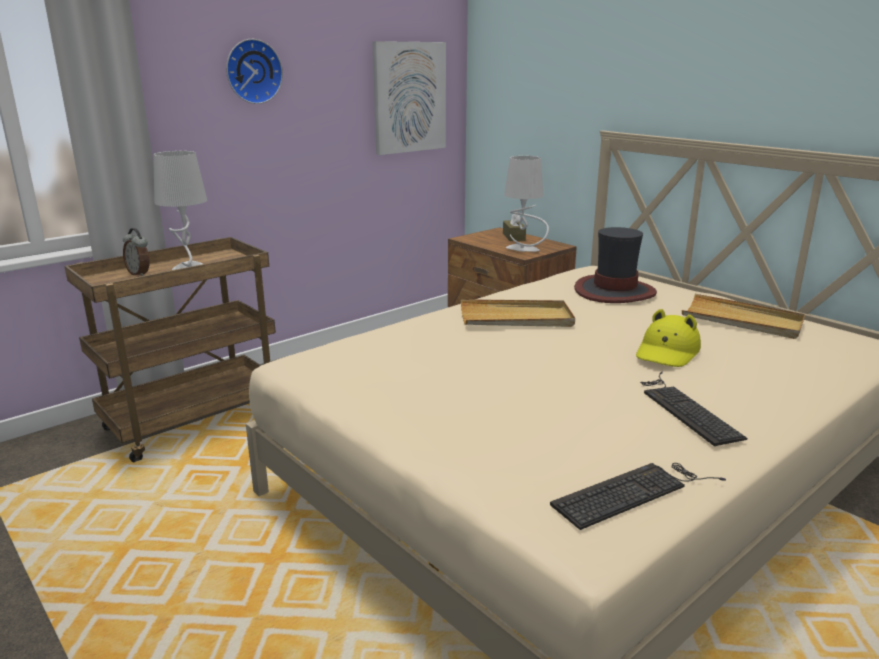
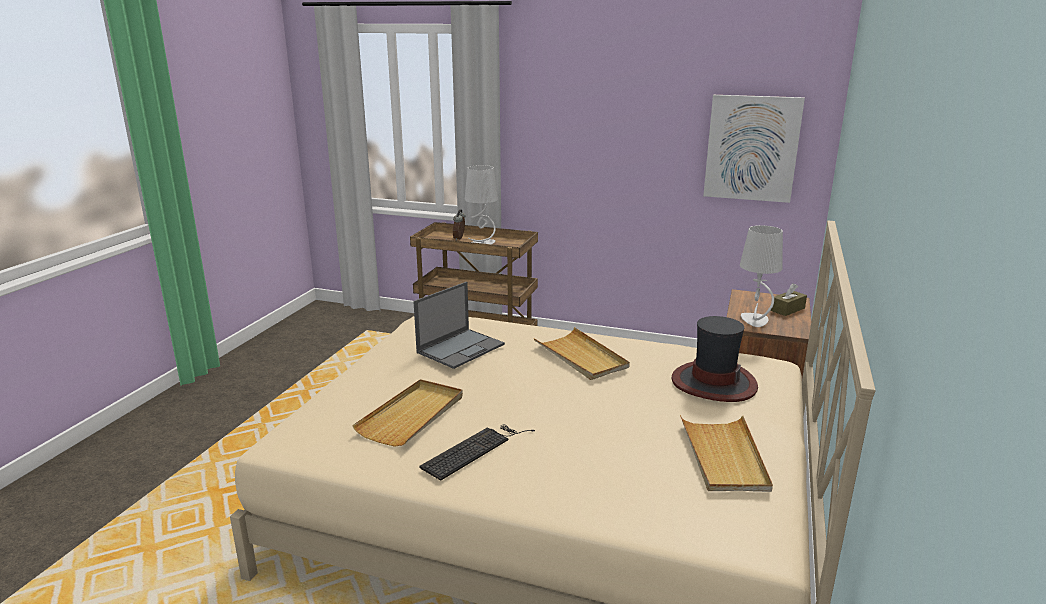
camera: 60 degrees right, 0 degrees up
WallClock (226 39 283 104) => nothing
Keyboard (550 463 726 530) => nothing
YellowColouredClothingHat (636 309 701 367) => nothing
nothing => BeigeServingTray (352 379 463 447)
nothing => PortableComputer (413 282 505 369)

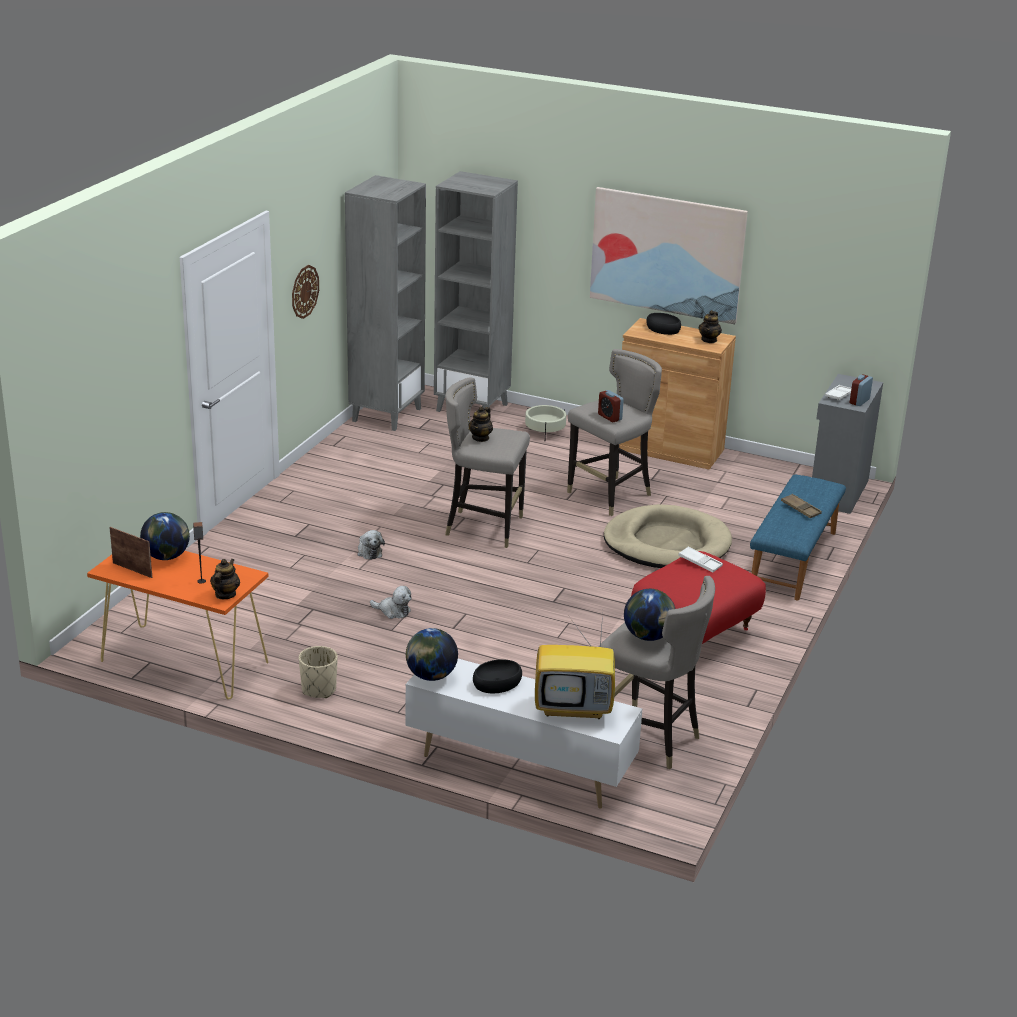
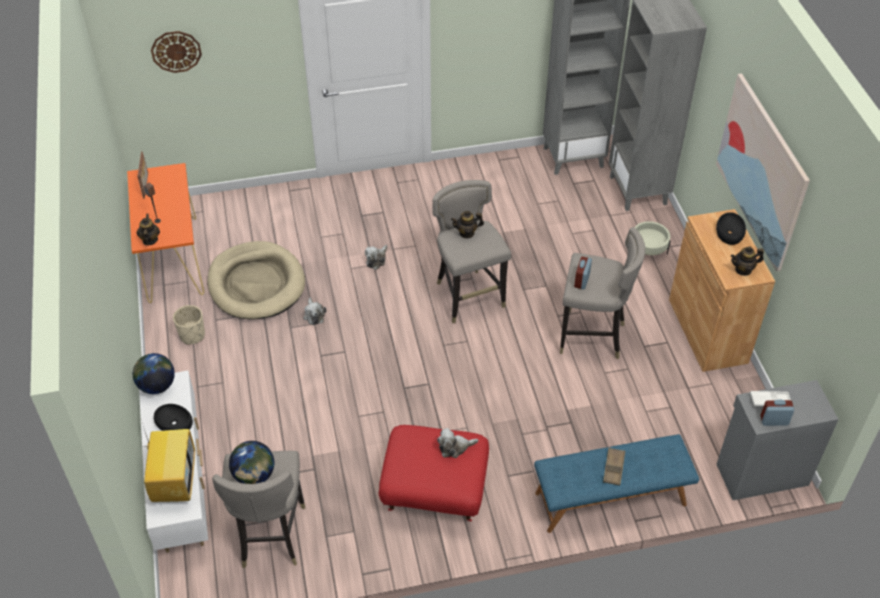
camera: 55 degrees right, 20 degrees up
Globe (140 512 190 560) => nothing
Teapot (210 559 240 599) => Teapot (137 214 160 245), 75 degrees counterclockwise
WallClock (292 265 319 319) => WallClock (151 31 202 73), relocated
TvSet (535 614 615 719) => TvSet (142 423 195 502), 150 degrees counterclockwise
BeigeDogCushion (604 504 732 568) => BeigeDogCushion (207 241 305 320), relocated
WhiteColouredServingTray (678 546 723 572) => SoftToy (437 428 478 458)

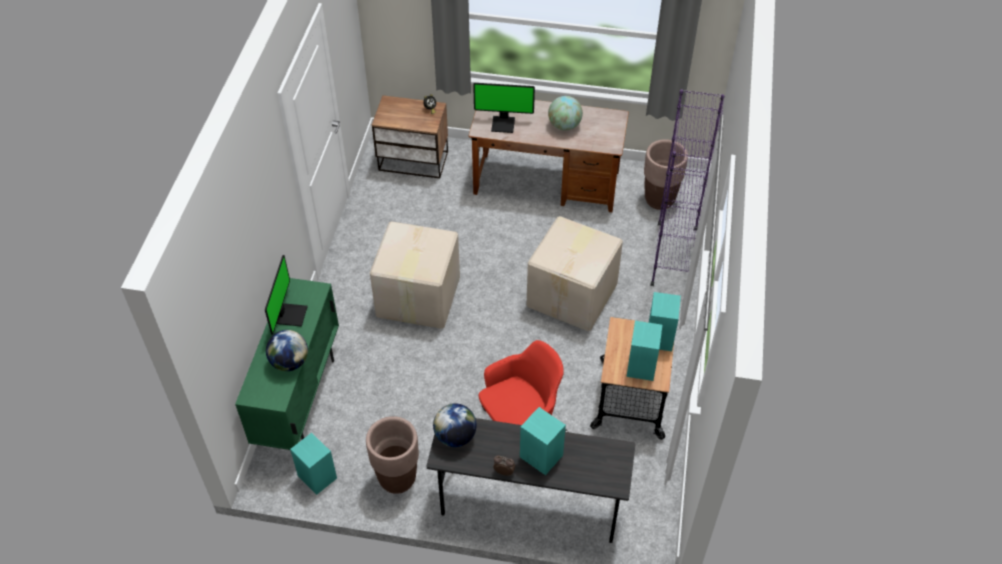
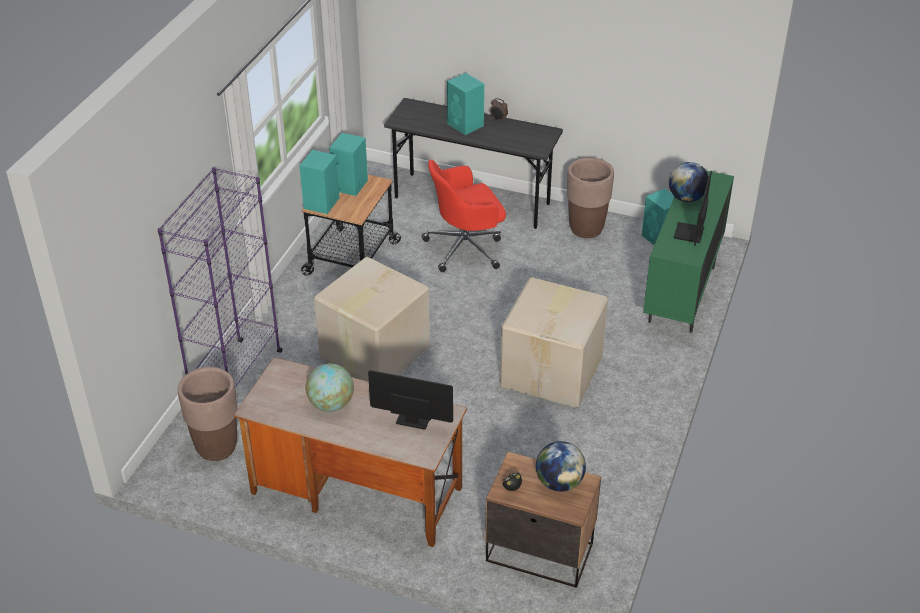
camera: 170 degrees left, 10 degrees down
Globe (433 403 477 447) => Globe (536 441 586 492), relocated

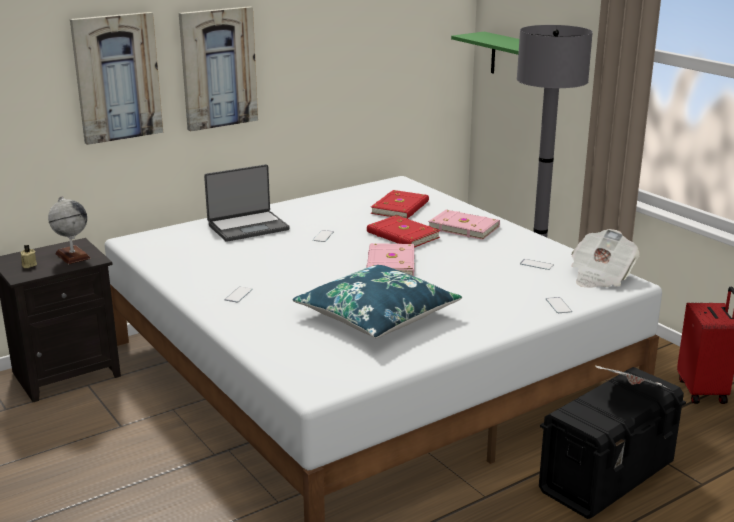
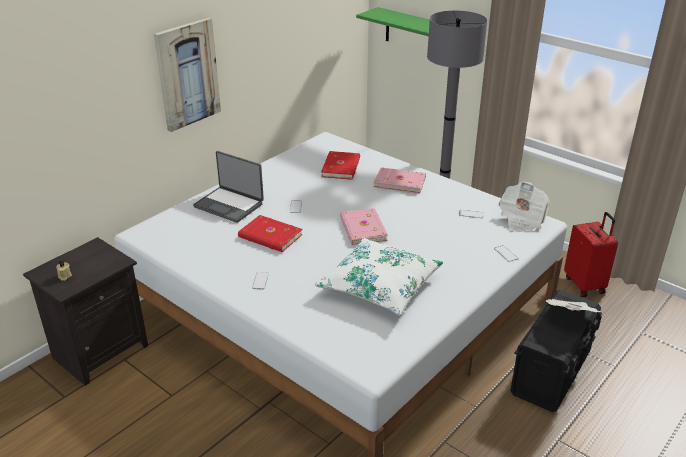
camera: 15 degrees left, 10 degrees up
Globe (48 196 91 264) => nothing
WallPicture (70 12 163 145) => nothing
PortableComputer (204 164 290 242) => PortableComputer (193 151 264 223), 75 degrees clockwise
BluePillow (292 265 462 338) => WhiteColouredPillow (315 238 443 316)
ReddishBook (367 215 440 247) => ReddishBook (238 215 303 252), relocated

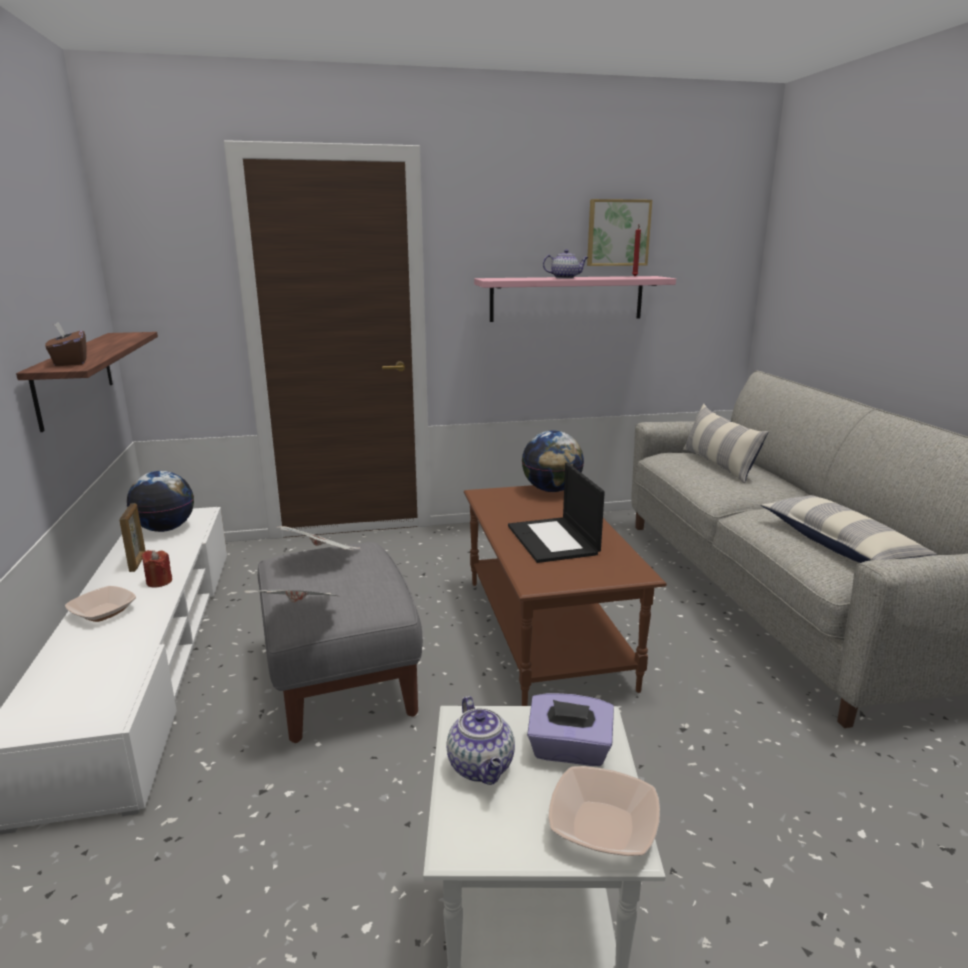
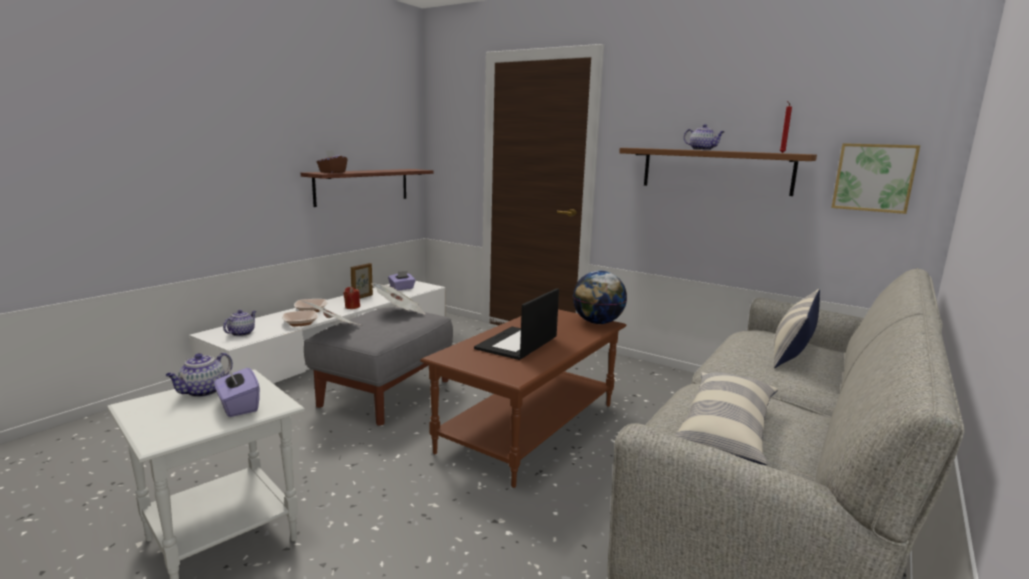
camera: 45 degrees right, 5 degrees down
Globe (127 471 194 532) => PurpleTissueHolder (388 271 416 291)
PinkShelf (474 276 676 322) => BrownColouredShelf (619 148 817 196)
DeepDish (548 766 660 856) => DeepDish (282 310 318 327), relocated
WallPicture (587 199 652 266) => WallPicture (831 143 920 214), relocated
nothing => Teapot (223 310 256 336)

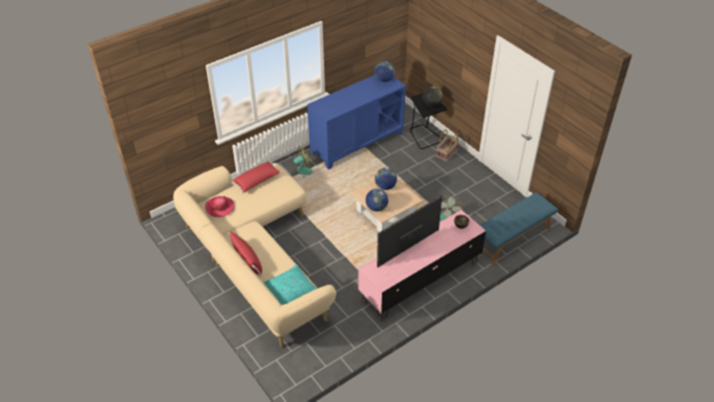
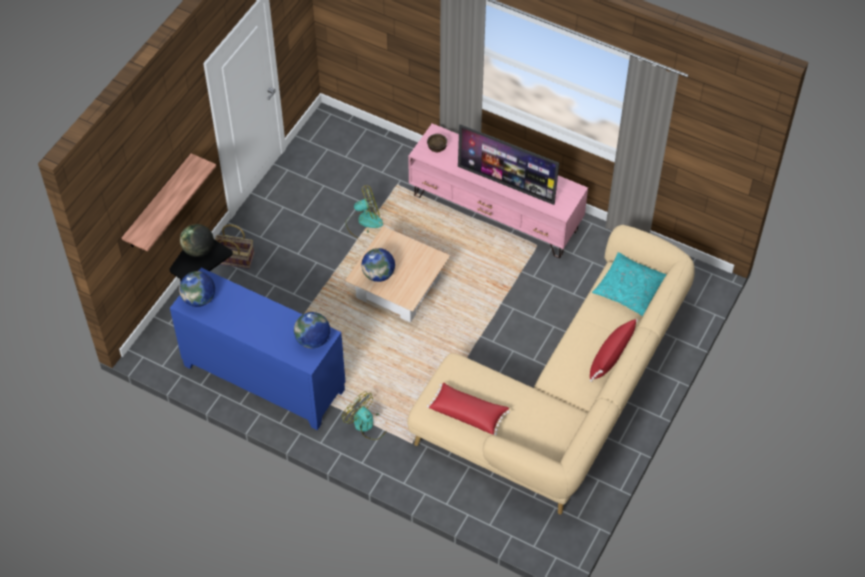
camera: 115 degrees left, 10 degrees up
ClothingHat (205 196 235 217) => nothing
Globe (366 189 388 211) => Globe (294 312 330 348), relocated
BlueLongSeat (480 193 558 265) => nothing
nothing => Shelf (122 153 216 251)

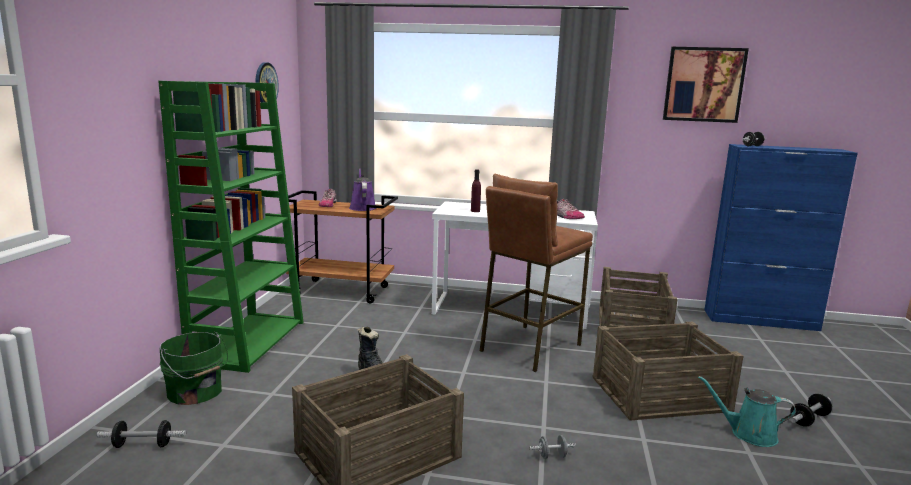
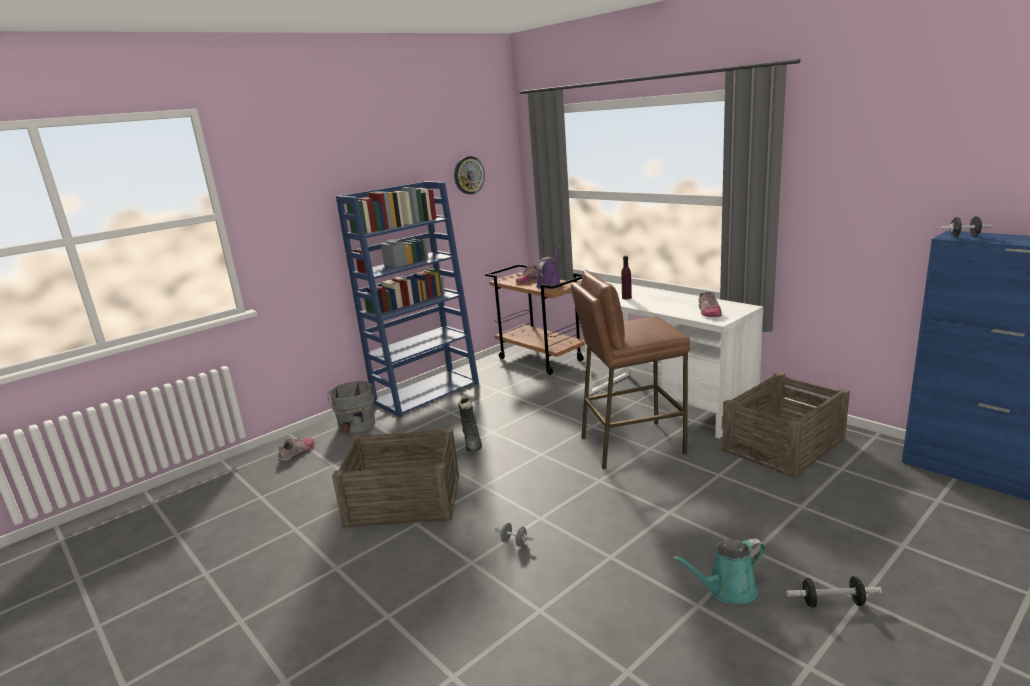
camera: 40 degrees right, 5 degrees up
FreeWeight (96 420 186 448) => ItemOfFootwear (278 437 314 462)
GreenColouredBookshelf (158 81 304 373) => BlueBookshelf (336 181 479 418)
GreenColouredWaterBucket (160 332 228 405) => GreyishWaterBucket (327 381 375 433)
ShippingCrate (592 322 743 421) => nothing
WallPicture (663 47 749 123) => nothing
BlueGreenSprinklingCan (698 376 796 447) => BlueGreenSprinklingCan (673 538 766 604), 75 degrees counterclockwise

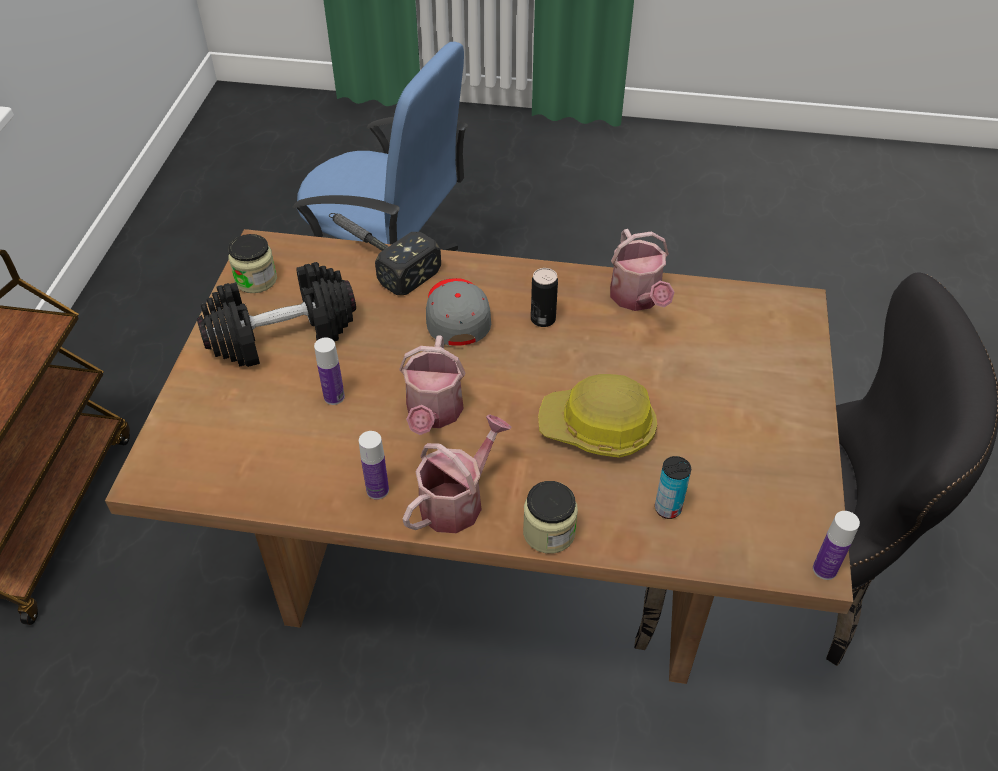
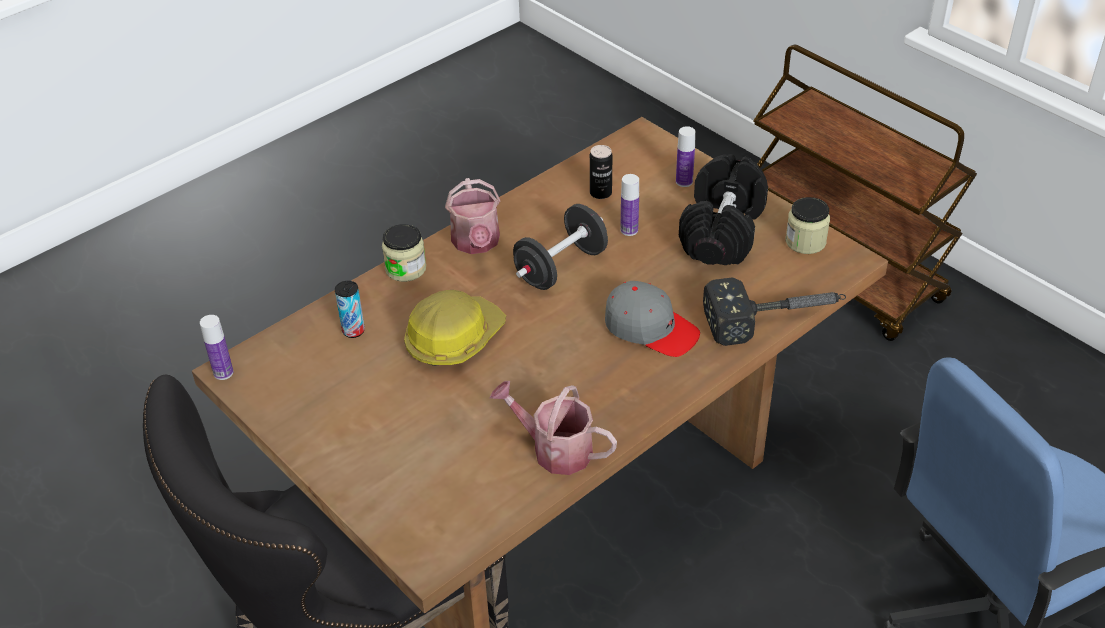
camera: 130 degrees right, 5 degrees down
BeverageBottle (359 431 389 500) => BeverageBottle (676 126 696 187), relocated
SprinklingCan (399 335 465 435) => BlackFreeWeight (513 204 608 290)
MetalCan (531 268 558 327) => MetalCan (590 145 612 199), relocated

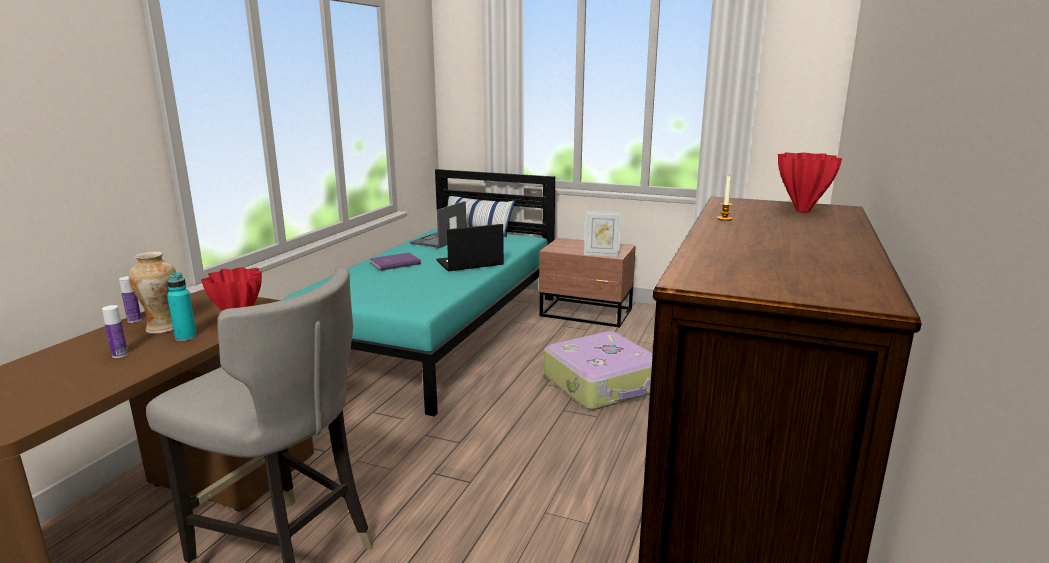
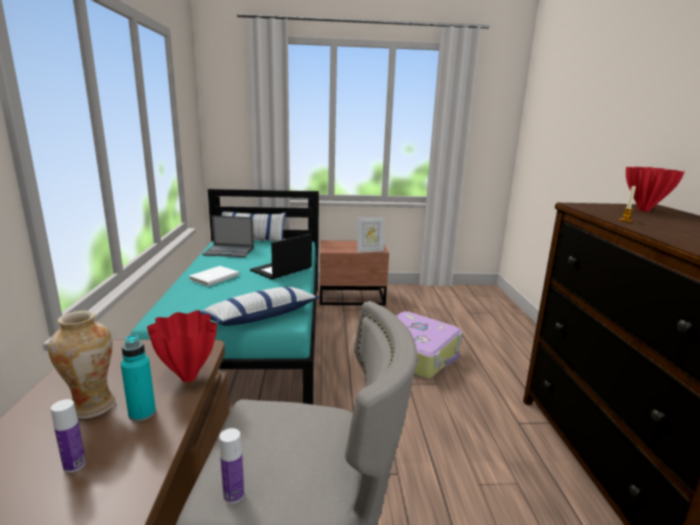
camera: 25 degrees left, 0 degrees up
BeverageBottle (119 276 142 323) => BeverageBottle (219 428 244 504), relocated
PurpleBook (370 253 421 271) => WhiteColouredBook (189 266 239 286)
PortableComputer (410 201 466 248) => PortableComputer (202 215 254 257), 90 degrees counterclockwise
nothing => Pillow (200 287 319 326)

